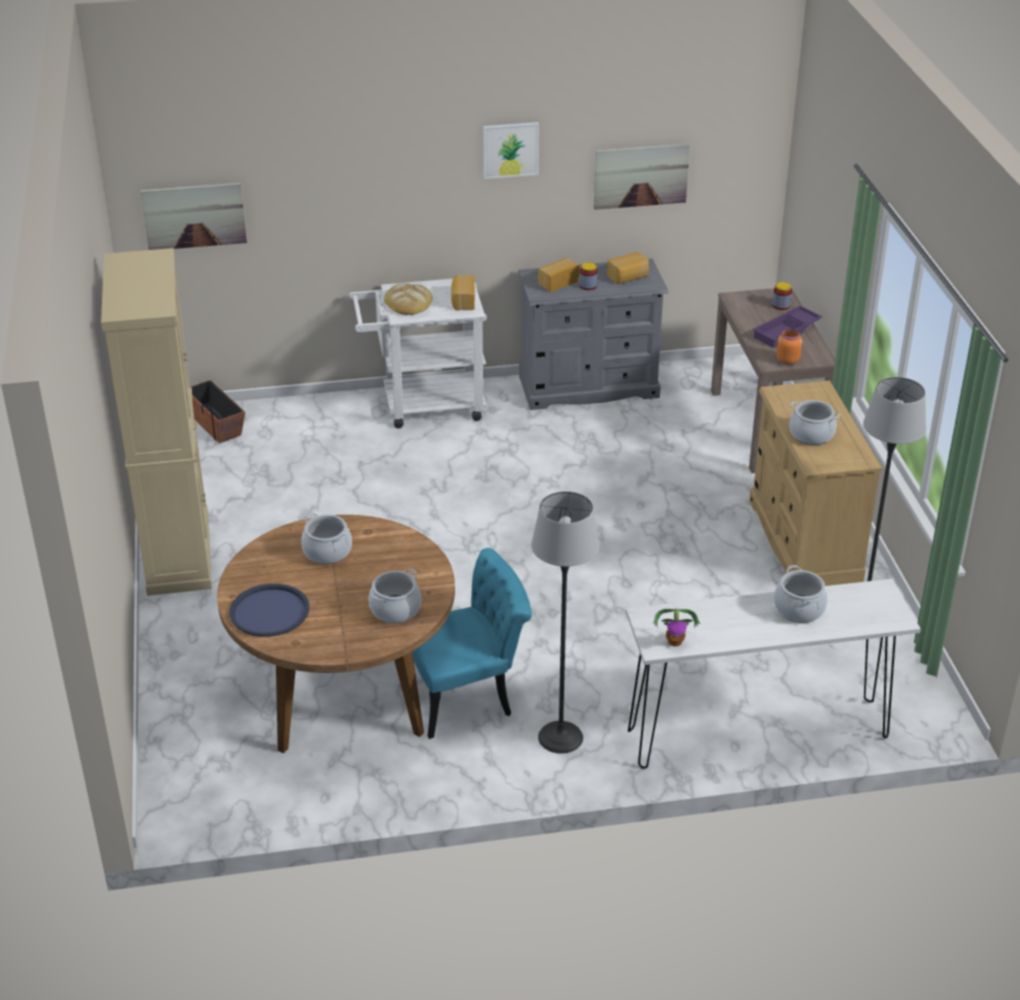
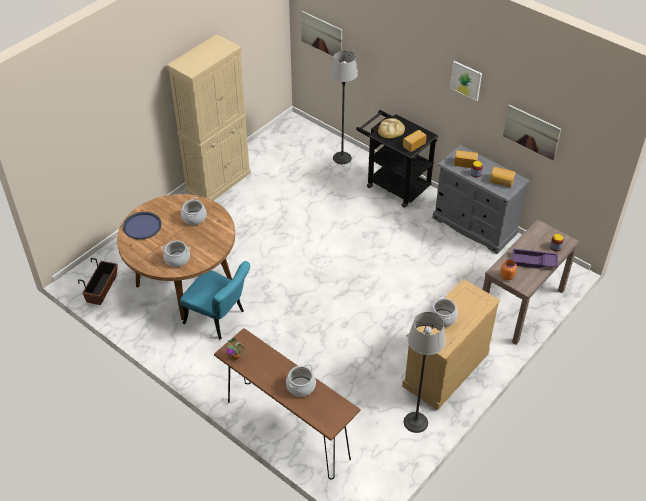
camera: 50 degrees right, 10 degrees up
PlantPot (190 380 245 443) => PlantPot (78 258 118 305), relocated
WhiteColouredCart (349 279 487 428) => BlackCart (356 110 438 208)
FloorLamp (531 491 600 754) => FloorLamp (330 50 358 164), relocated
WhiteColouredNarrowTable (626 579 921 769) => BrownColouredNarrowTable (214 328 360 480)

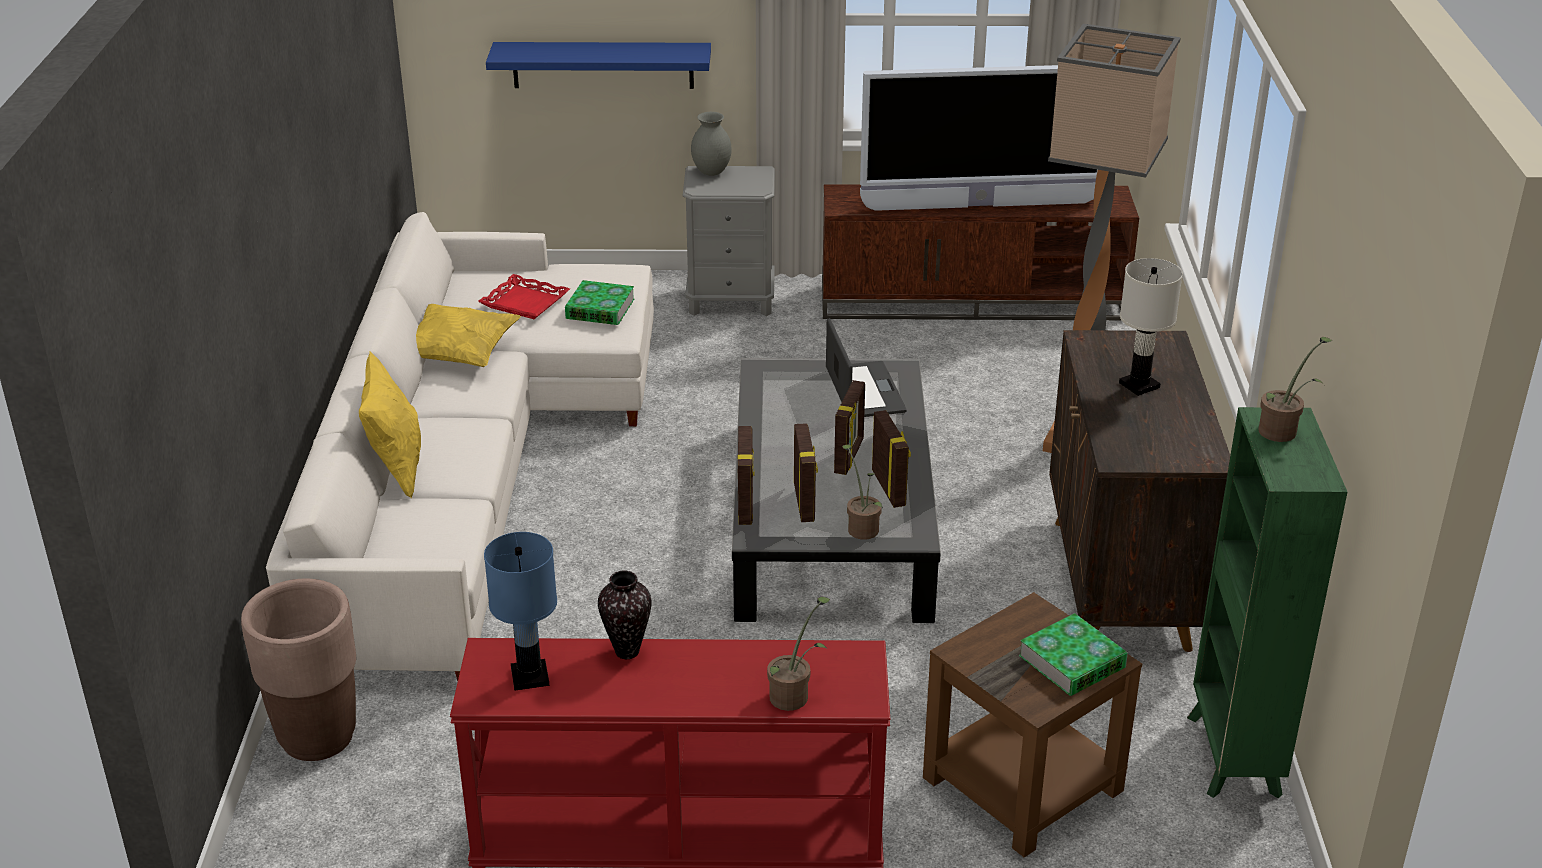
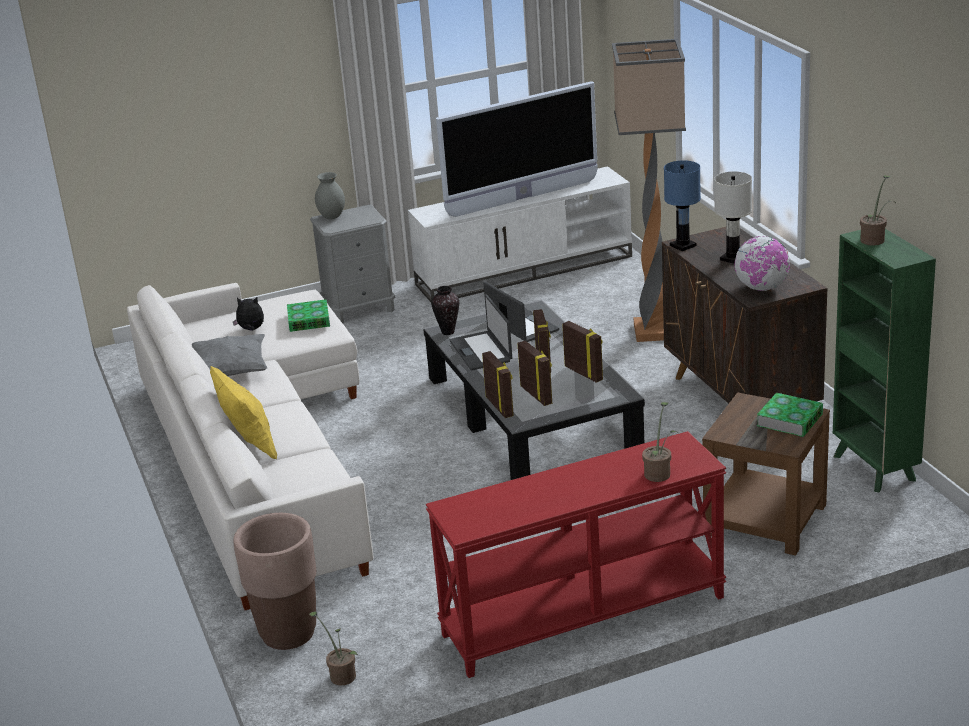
camera: 20 degrees left, 5 degrees down
YellowColouredPillow (416 304 521 367) => GreyishPillow (192 334 267 376)
ReddishServingTray (478 274 570 319) => SoftToy (233 297 264 331)
BlueTabletopLamp (484 532 557 690) => BlueTabletopLamp (664 160 701 251), relocated
BlueShelf (486 42 711 89) => nothing
Vase (598 570 651 659) => Vase (431 286 459 335), relocated
BrownColouredTvStand (822 184 1139 320) => WhiteColouredTvStand (408 166 632 302)
PlantInAPot (842 445 883 540) => PlantInAPot (309 612 358 685), relocated
nothing => PortableComputer (449 295 512 370)
nothing => Globe (735 236 790 291)

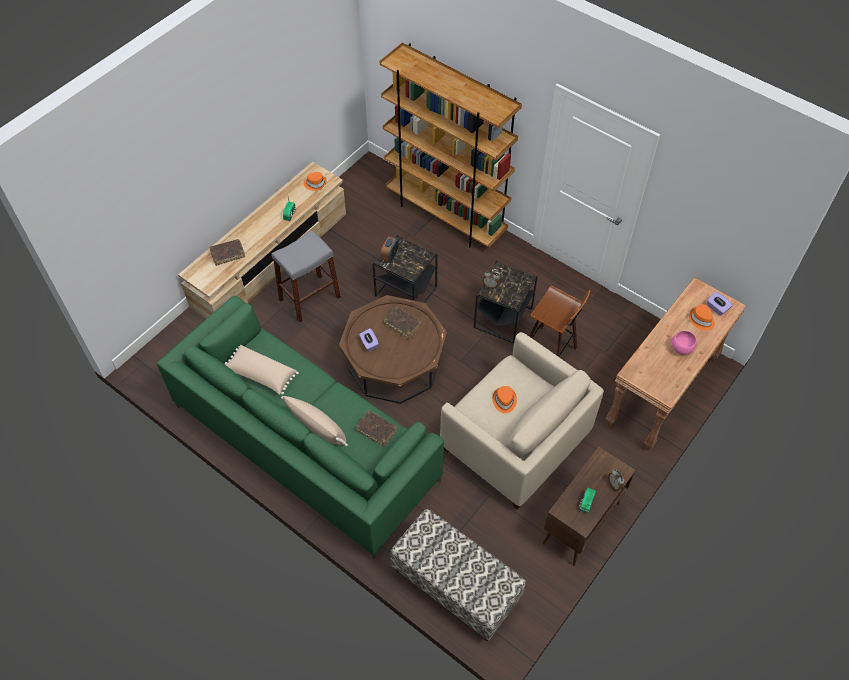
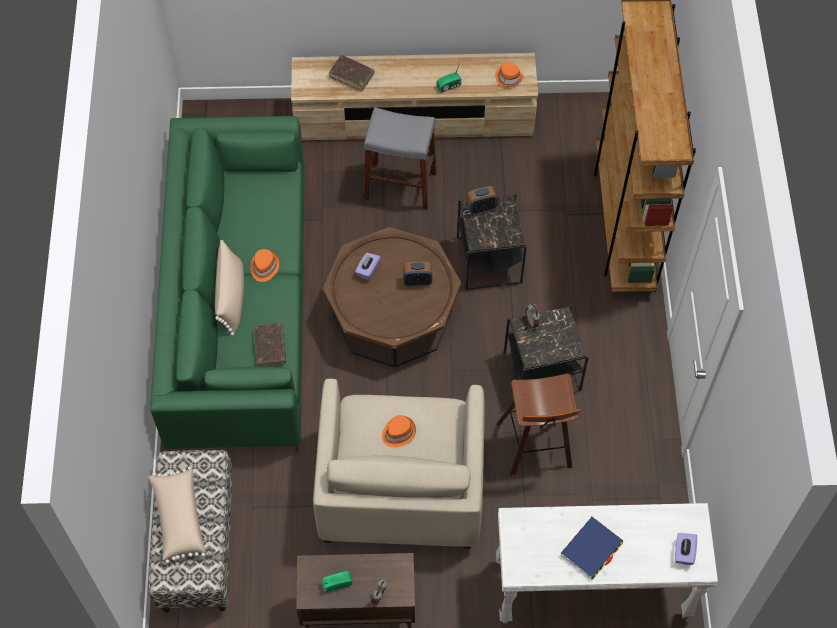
camera: 50 degrees right, 5 degrees up
BeigePillow (225 345 299 395) => BeigePillow (149 467 205 563), relocated
BrownColouredBook (384 306 422 339) => BedsideClock (403 262 432 287)
BrownColouredNarrowTable (606 277 746 451) => WhiteColouredNarrowTable (496 503 718 623)
PinkDeepDish (672 331 697 355) => BlueBook (561 517 623 579)
OrangeyClothingHat (689 304 715 330) => OrangeyClothingHat (250 249 280 282), relocated

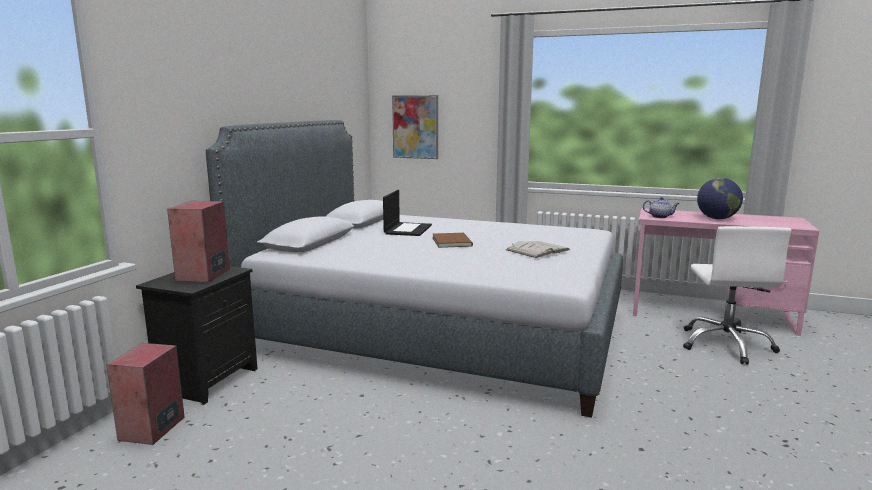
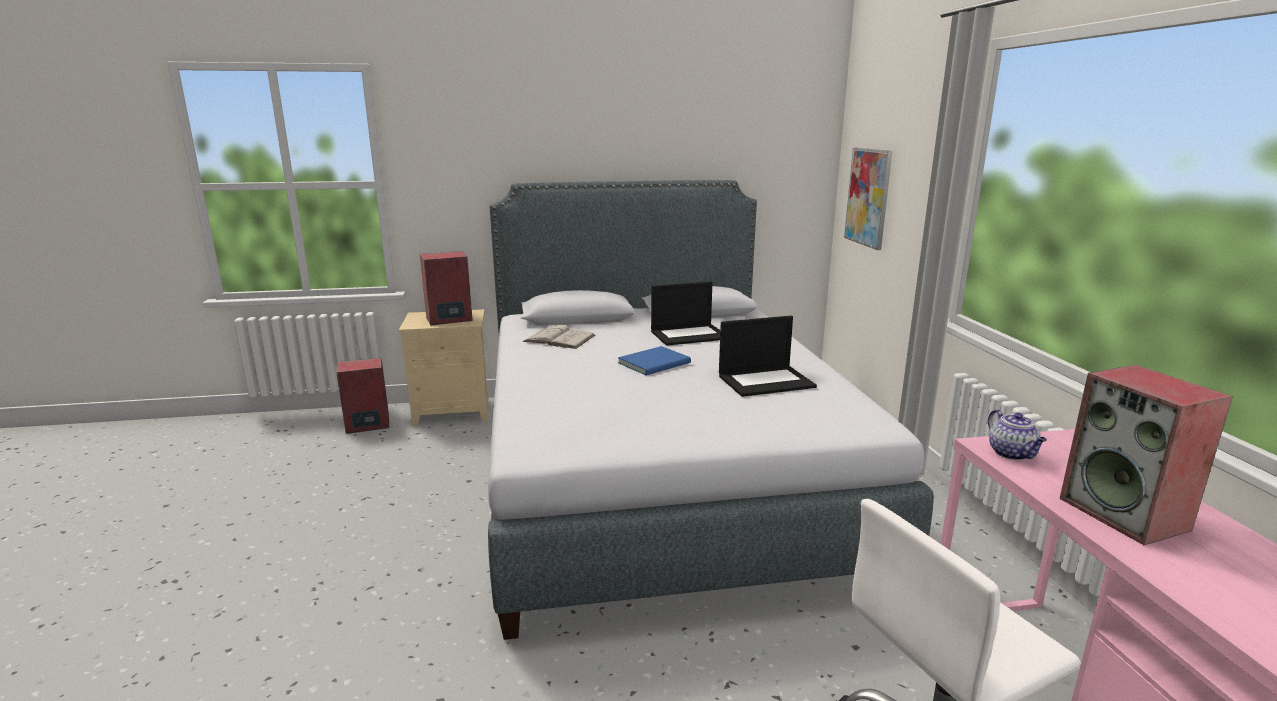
camera: 60 degrees right, 5 degrees up
BlackNightTable (136 266 258 405) => BeigeNightTable (399 309 488 427)
BrownColouredBook (432 233 473 248) => BlueBook (618 346 691 375)
WhiteColouredBook (506 241 570 258) => WhiteColouredBook (523 324 595 349), relocated
Globe (697 178 743 219) => AudioSpeaker (1060 365 1233 545)
nothing => PortableComputer (719 316 817 397)

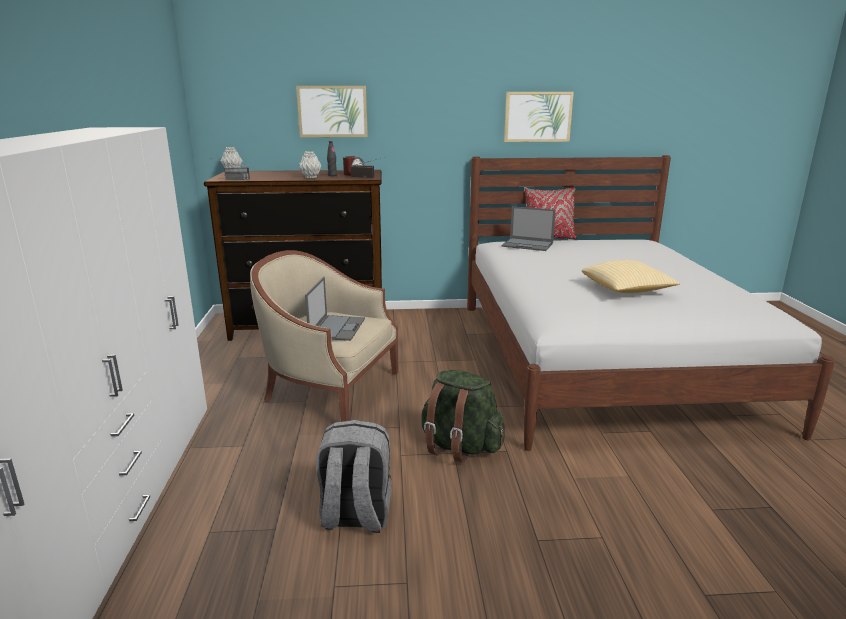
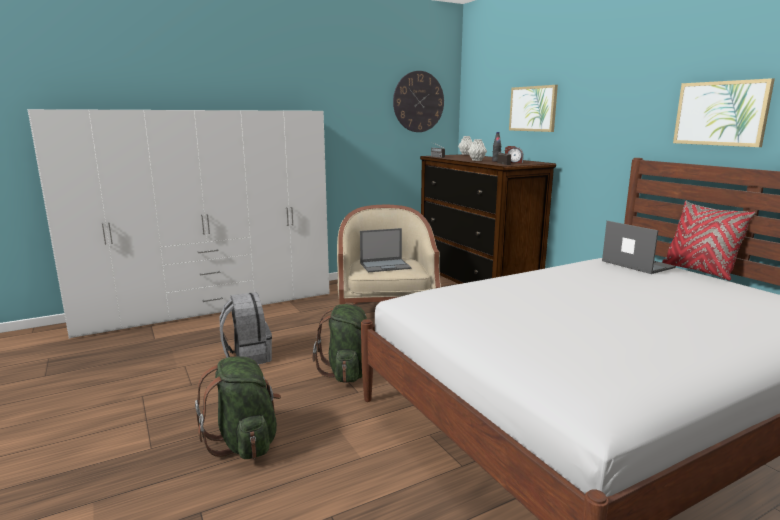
camera: 65 degrees right, 5 degrees down
PortableComputer (502 206 556 251) => PortableComputer (602 221 676 274), 150 degrees clockwise
Pillow (582 260 680 293) => nothing
nothing => GreenColouredKnapsack (195 356 281 459)
nothing => WallClock (393 71 444 132)

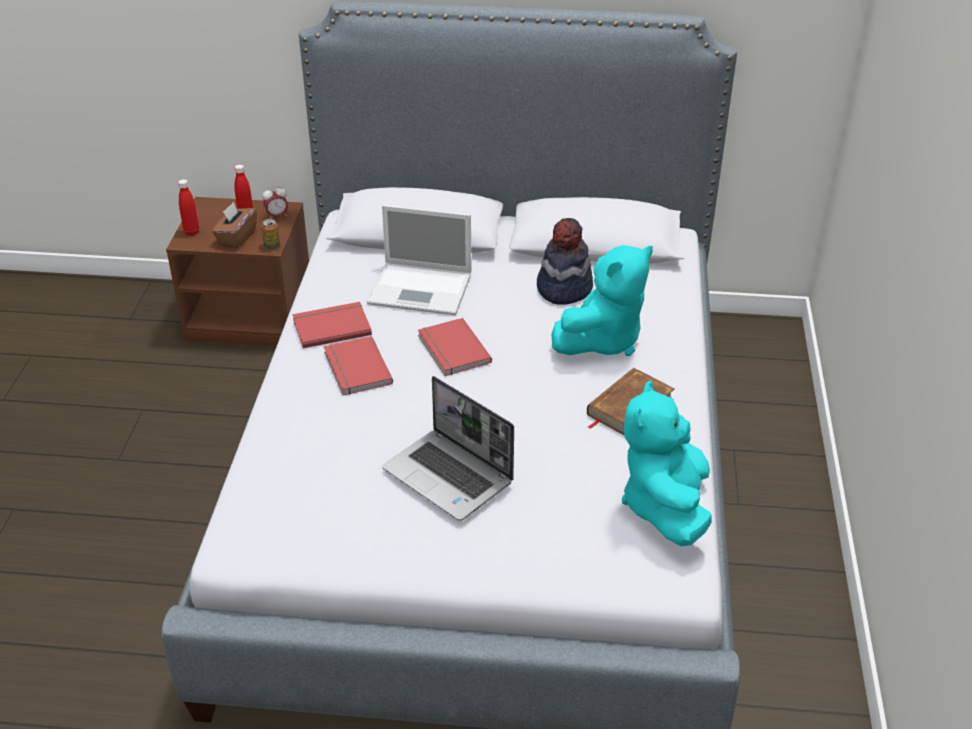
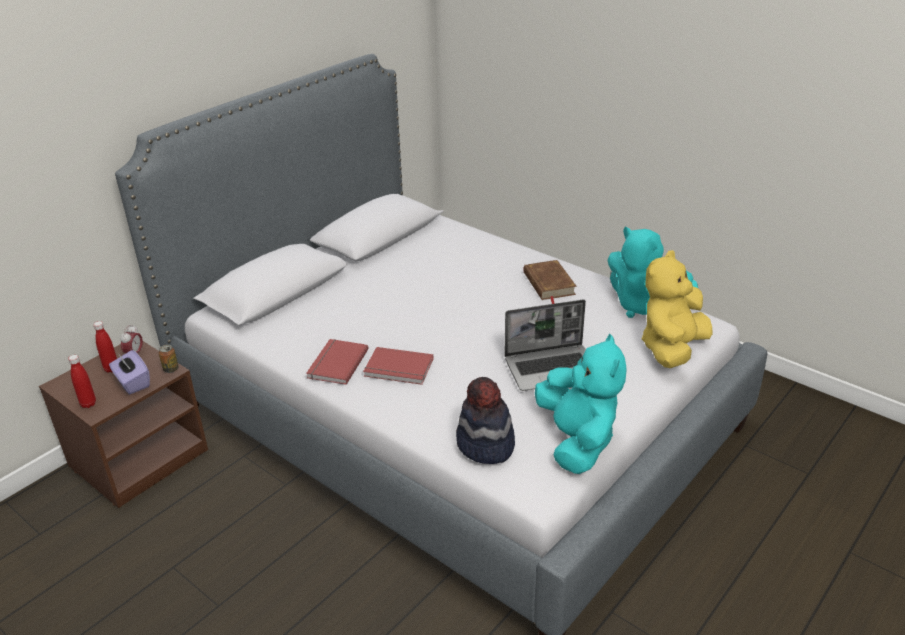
camera: 55 degrees left, 5 degrees down
BrownColouredTissueHolder (212 202 257 248) => PurpleTissueHolder (109 350 150 394)
PortableComputer (367 205 472 315) => nothing
ReddishBook (418 318 492 376) => nothing
ClothingHat (537 218 593 304) => ClothingHat (456 377 515 464), relocated
BlueGreenSoftToy (551 245 653 356) => BlueGreenSoftToy (535 334 627 474), relocated
nothing => YellowColouredSoftToy (642 250 713 368)

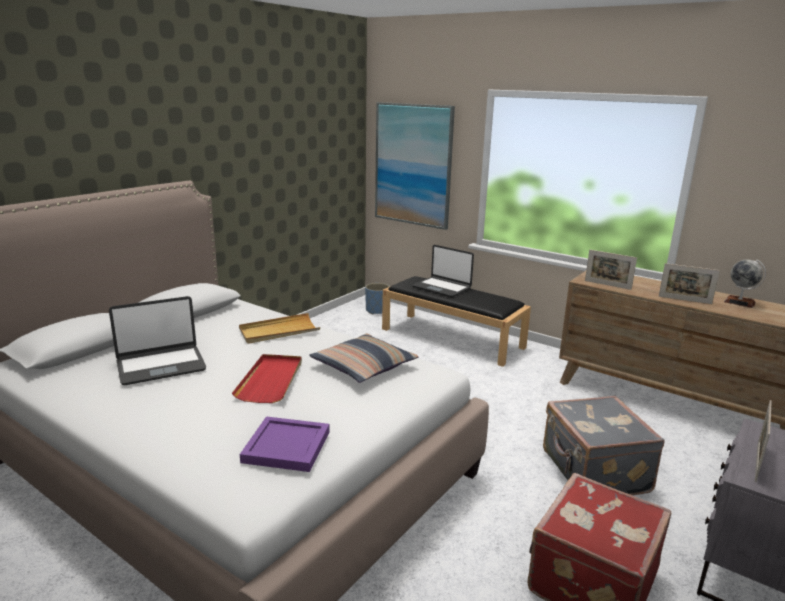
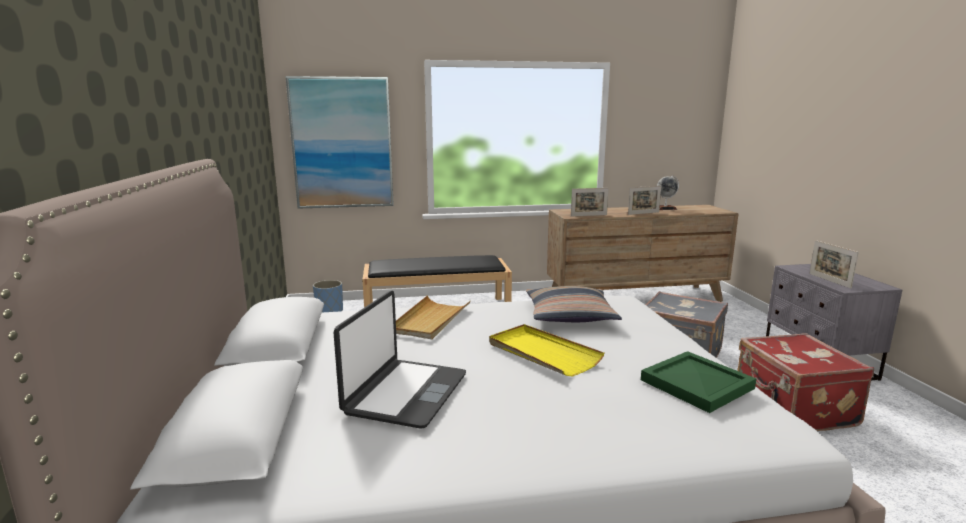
camera: 45 degrees left, 5 degrees down
ReddishServingTray (232 354 302 403) => YellowColouredServingTray (489 324 604 376)
PurpleServingTray (240 417 330 472) => GreenColouredServingTray (641 351 757 413)
PortableComputer (412 245 474 297) => nothing

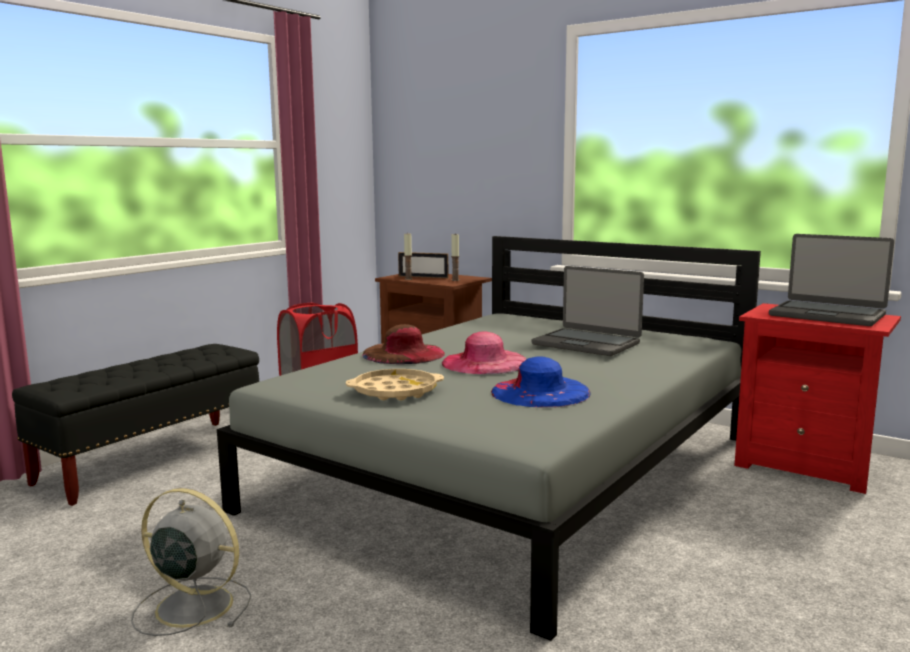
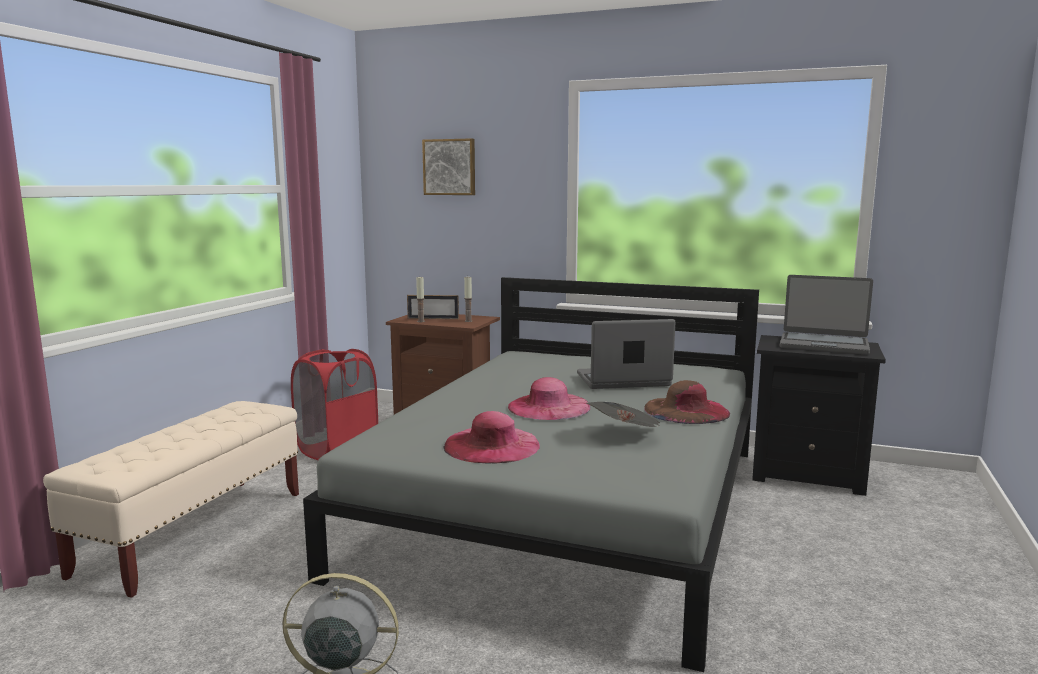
camera: 15 degrees left, 0 degrees up
BlackLongSeat (12 344 259 506) => BeigeLongSeat (43 401 299 598)
BeigeServingTray (346 369 444 400) => PinkClothingHat (444 411 540 464)
BrownColouredClothingHat (362 324 445 364) => BrownColouredClothingHat (644 380 730 424), relocated
BlueClothingHat (491 357 591 408) => Newspaper (586 402 661 427)
PortableComputer (532 266 644 356) => PortableComputer (577 319 675 389), 150 degrees clockwise
ReddishNightTable (734 303 901 494) => BlackNightTable (752 335 886 496)
nothing => WallPicture (422 138 475 195)

